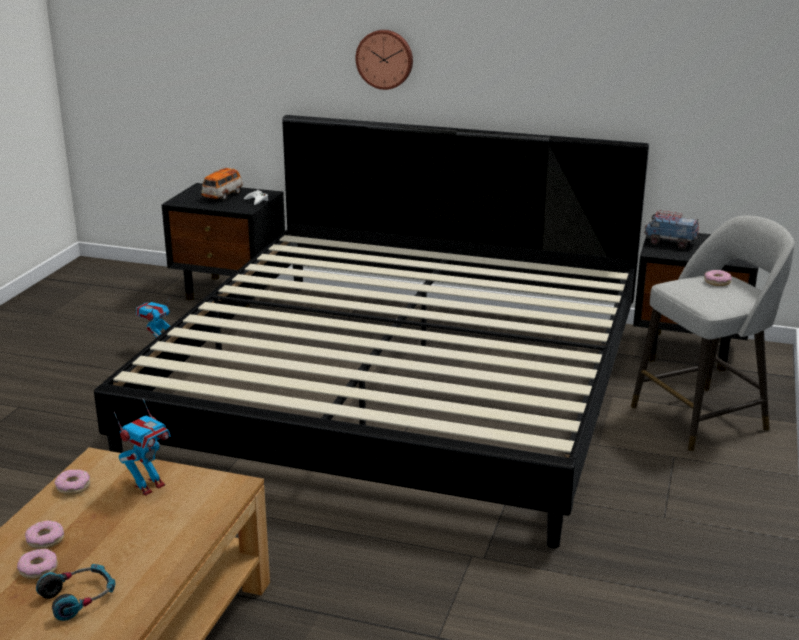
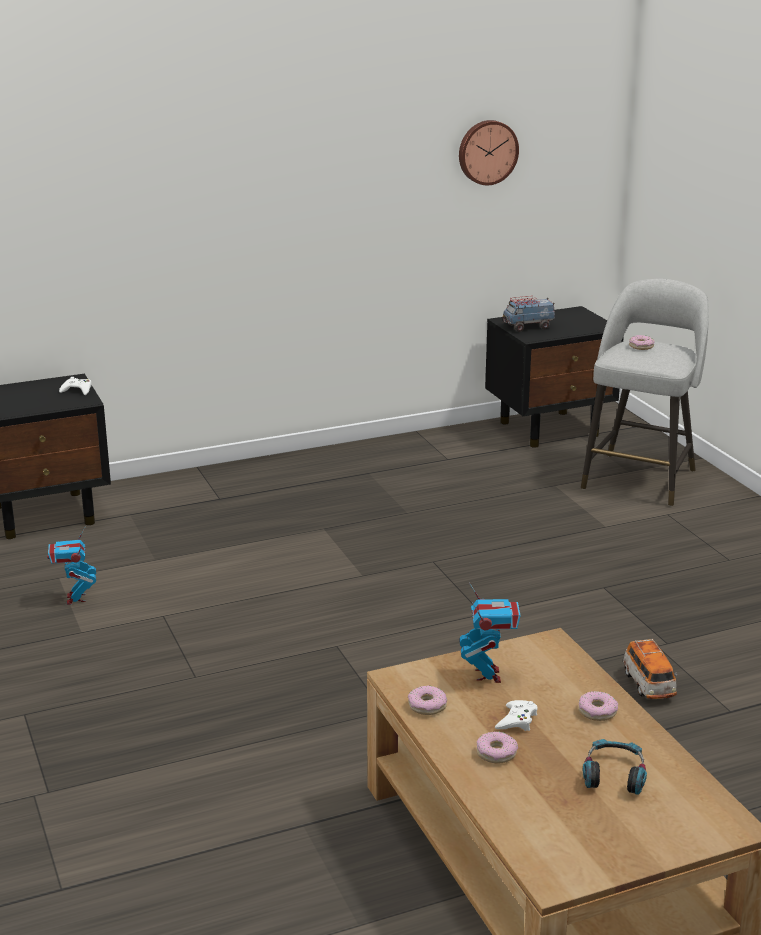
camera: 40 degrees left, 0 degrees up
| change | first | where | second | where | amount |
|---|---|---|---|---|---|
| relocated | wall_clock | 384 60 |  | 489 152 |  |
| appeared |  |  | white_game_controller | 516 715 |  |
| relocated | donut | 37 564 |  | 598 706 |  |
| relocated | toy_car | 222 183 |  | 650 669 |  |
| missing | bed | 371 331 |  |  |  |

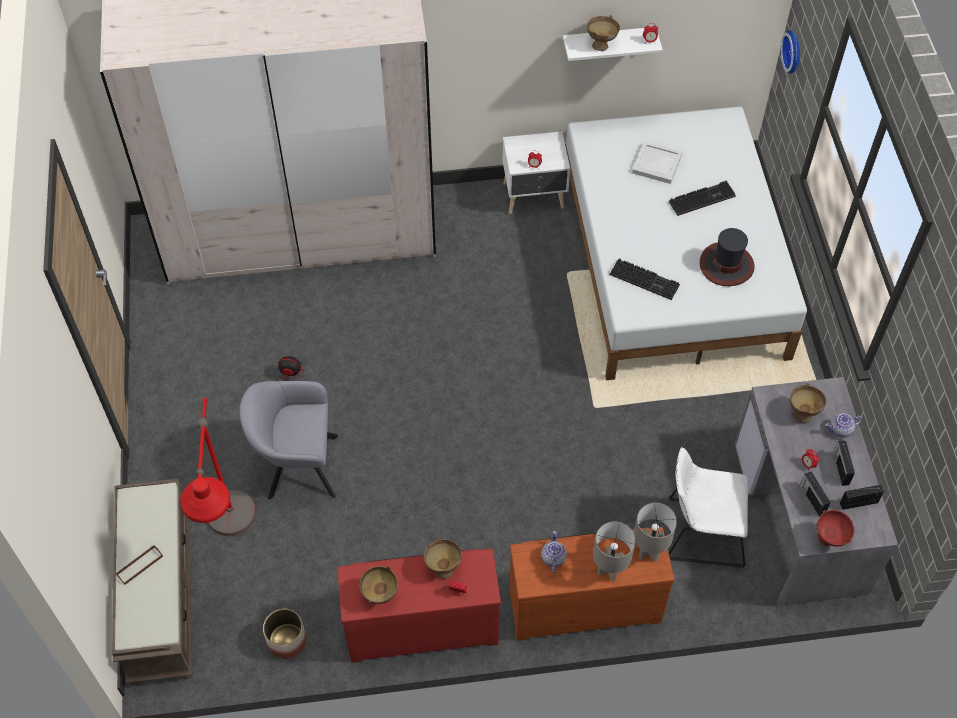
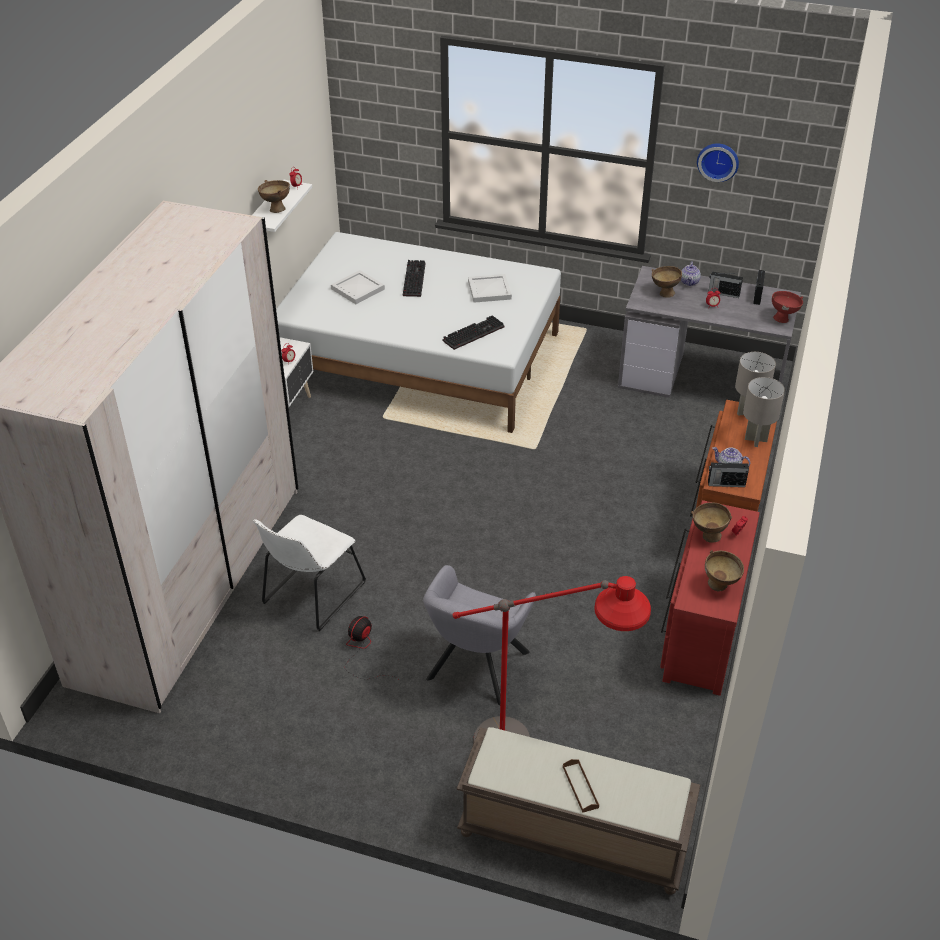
camera: 65 degrees left, 15 degrees down
| change | first | where | second | where | amount |
|---|---|---|---|---|---|
| relocated | white_chair | 708 507 |  | 309 573 |  |
| exchanged | hat | 727 257 | white_tray | 490 288 |  |
| relocated | wall_clock | 790 52 |  | 718 163 |  |
| relocated | radio | 815 494 |  | 728 474 |  |
| missing | planter | 285 634 |  |  |  |

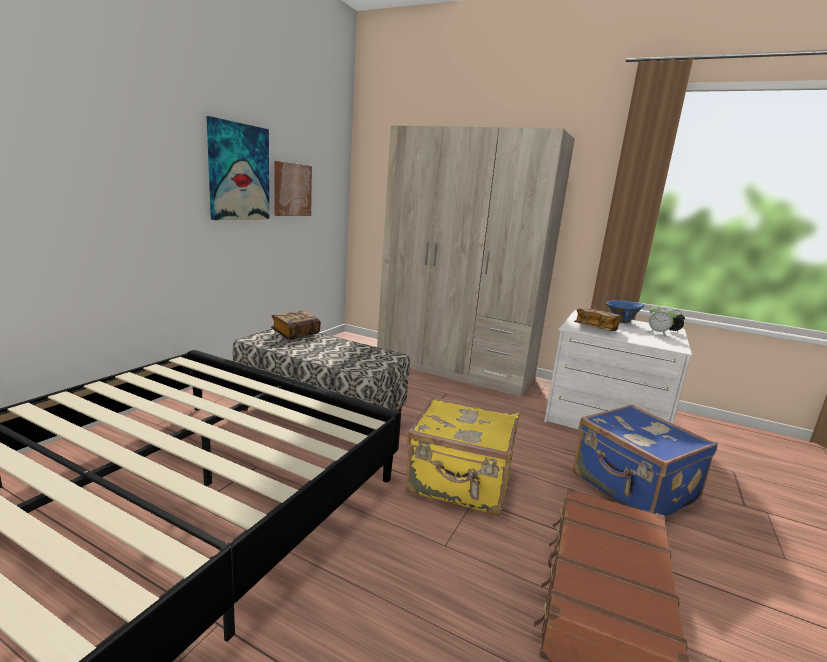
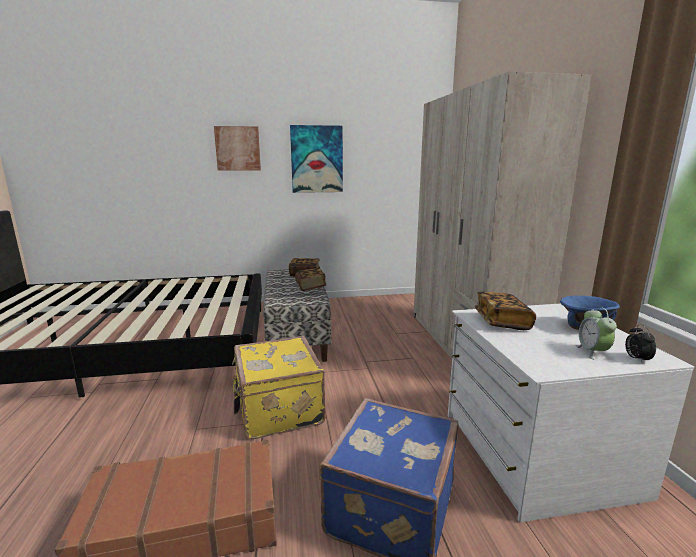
camera: 55 degrees right, 0 degrees up
| change | first | where | second | where | amount |
|---|---|---|---|---|---|
| relocated | picture | 293 188 |  | 237 148 |  |
| appeared |  |  | book | 311 279 |  |

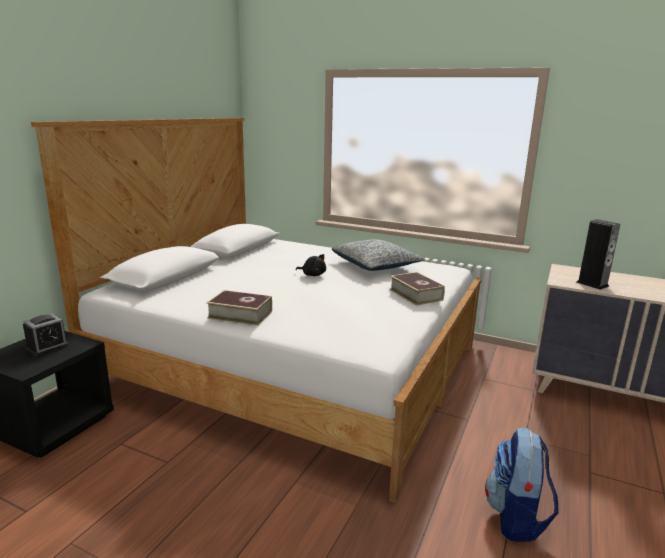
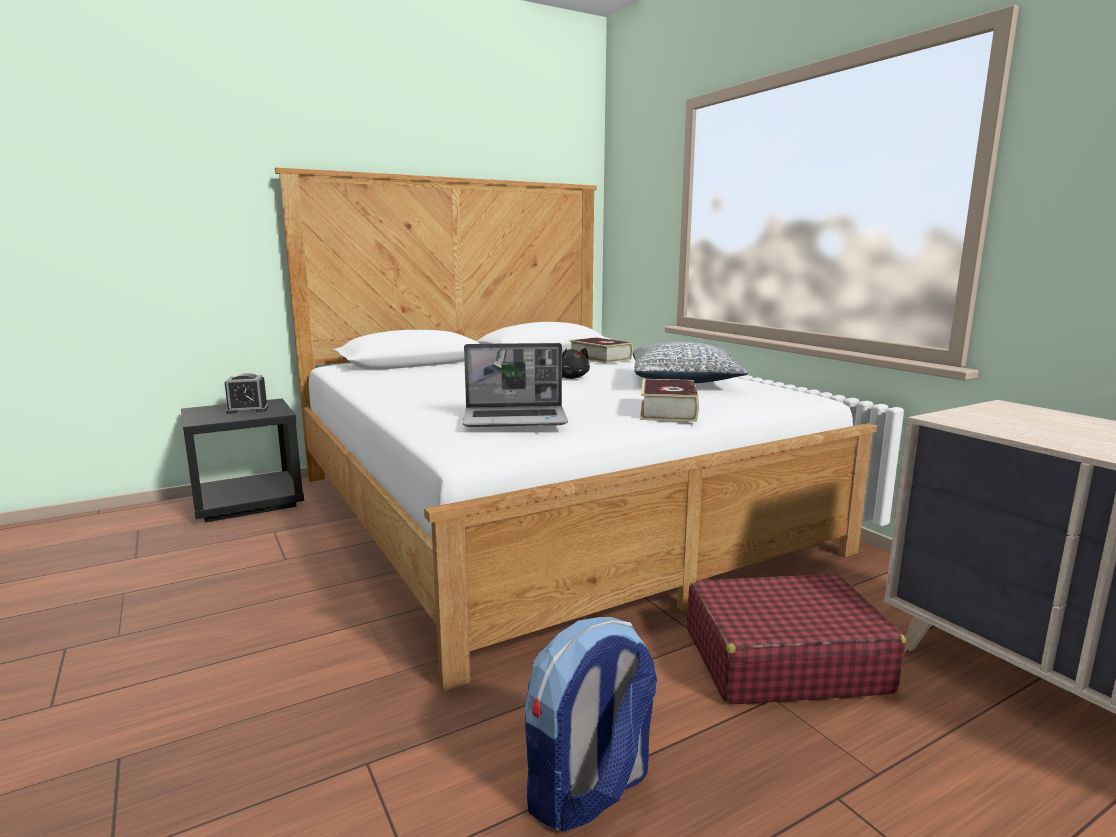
camera: 35 degrees right, 5 degrees down
| change | first | where | second | where | amount |
|---|---|---|---|---|---|
| appeared |  |  | laptop | 515 385 |  |
| relocated | book | 239 308 |  | 601 350 |  |
| appeared |  |  | red_suitcase | 796 638 |  |
| missing | speaker | 598 254 |  |  |  |

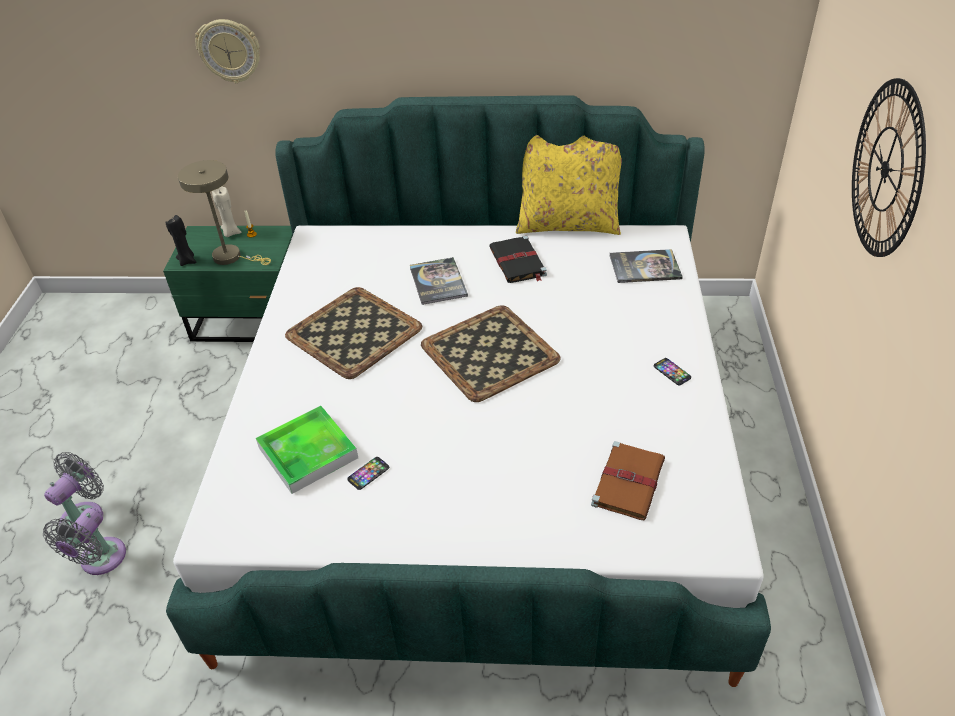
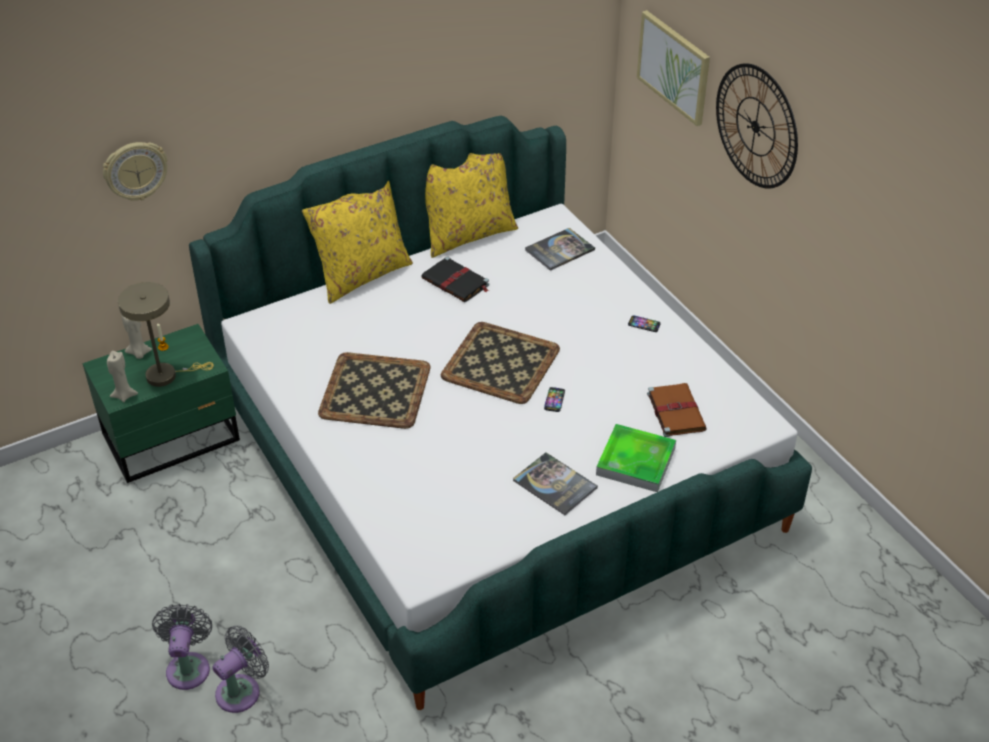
camera: 35 degrees left, 0 degrees up
| change | first | where | second | where | amount |
|---|---|---|---|---|---|
| colour | black_candle | 181 240 | beige_candle | 122 376 |  |
| spun | grey_fan | 84 541 |  | 241 669 | 120 degrees counterclockwise |
| appeared |  |  | yellow_pillow | 357 242 |  |
| relocated | book | 439 281 |  | 555 483 |  |
| relocated | phone | 368 473 |  | 554 399 |  |
| relocated | tray | 307 450 |  | 636 458 |  |
| appeared |  |  | picture | 673 68 |  |

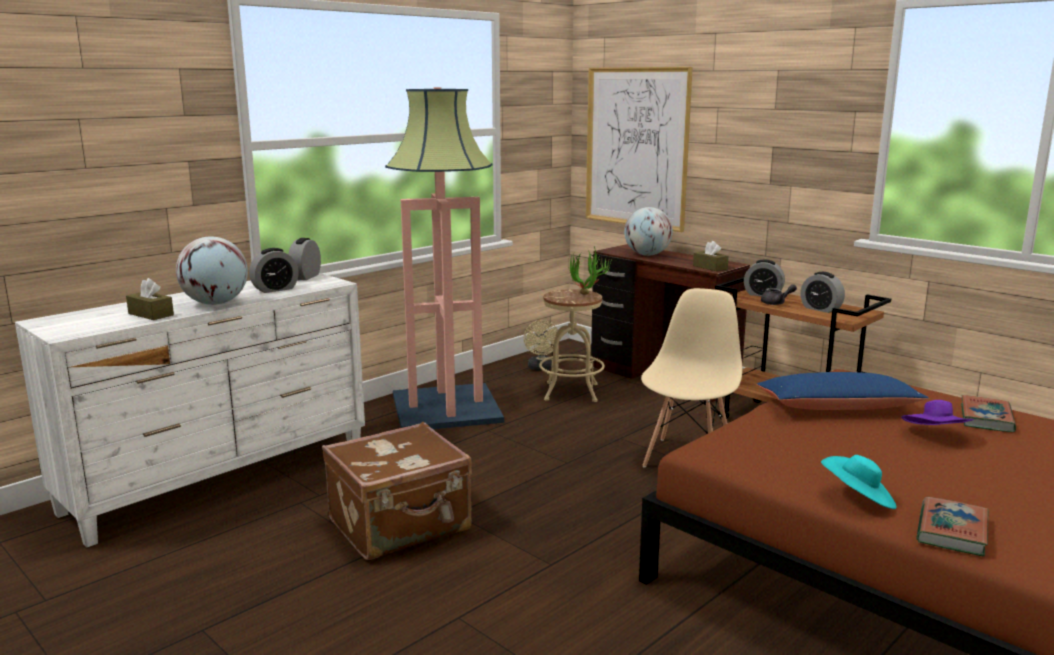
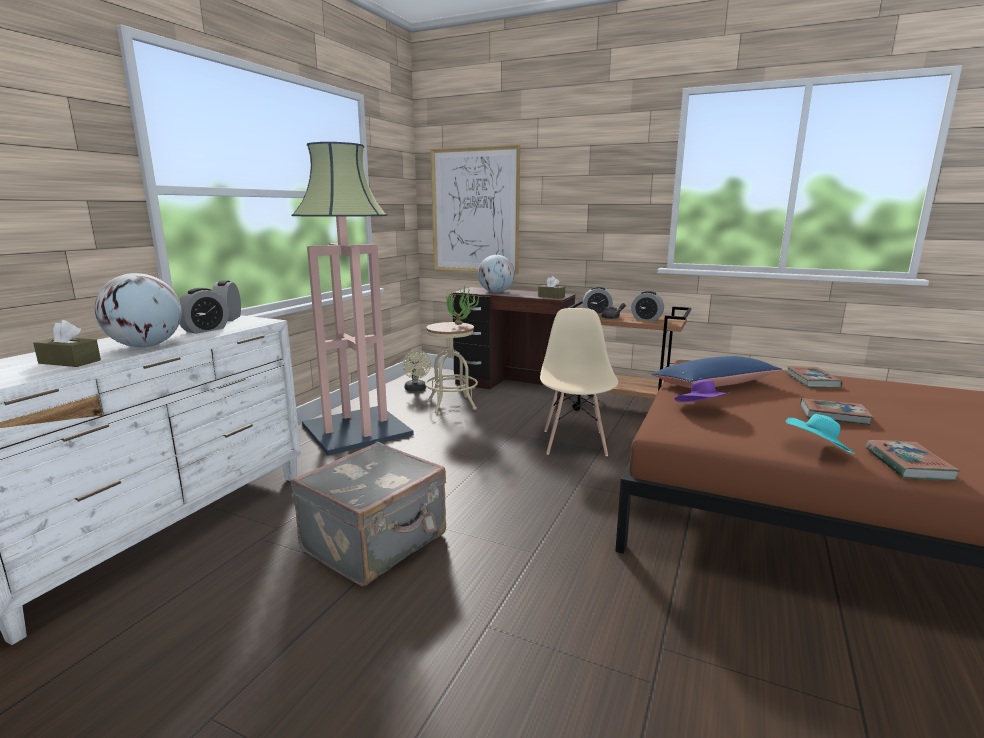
camera: 20 degrees left, 0 degrees up
| change | first | where | second | where | amount |
|---|---|---|---|---|---|
| colour | brown_suitcase | 397 491 | grey_suitcase | 368 514 |  |
| relocated | purple_hat | 937 412 |  | 702 391 |  |
| appeared |  |  | book | 836 411 |  |

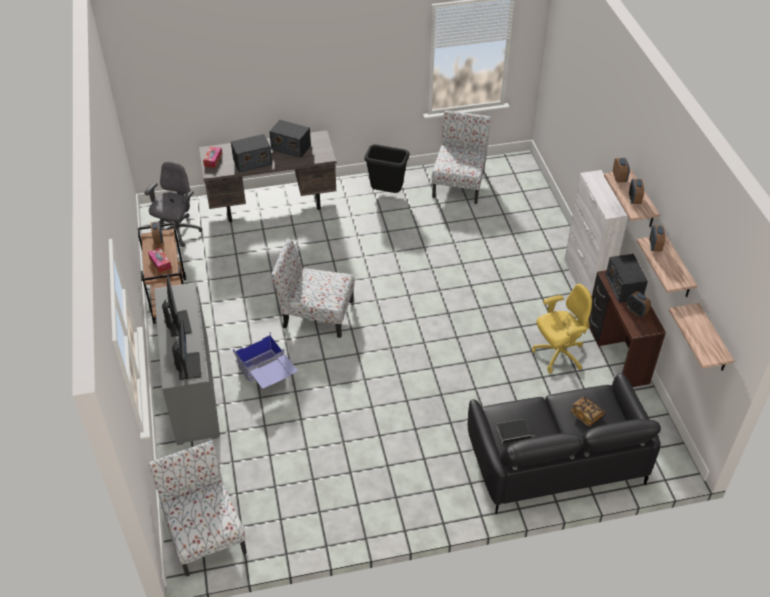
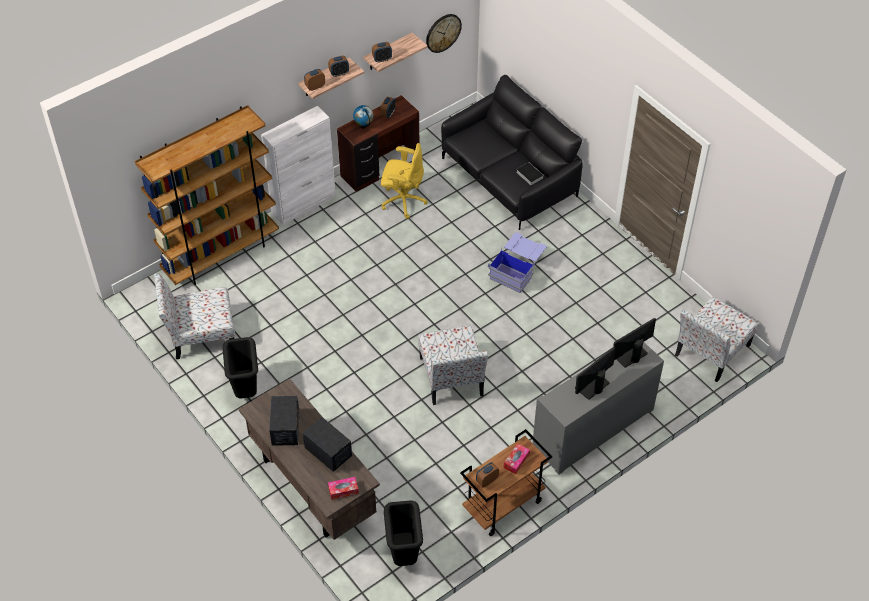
camera: 115 degrees left, 5 degrees up
| change | first | where | second | where | amount |
|---|---|---|---|---|---|
| appeared |  |  | brown_bookcase | 207 195 |  |
| exchanged | radio | 627 278 | globe | 363 117 |  |
| spun | yellow_office_chair | 562 328 |  | 404 181 | 150 degrees clockwise |
| exchanged | grey_office_chair | 173 204 | black_trash_can | 403 533 |  |
| exchanged | shelf | 701 337 | wall_clock | 444 33 |  |
| relocated | blue_storage_box | 265 360 |  | 517 262 |  |
| missing | book | 587 411 |  |  |  |

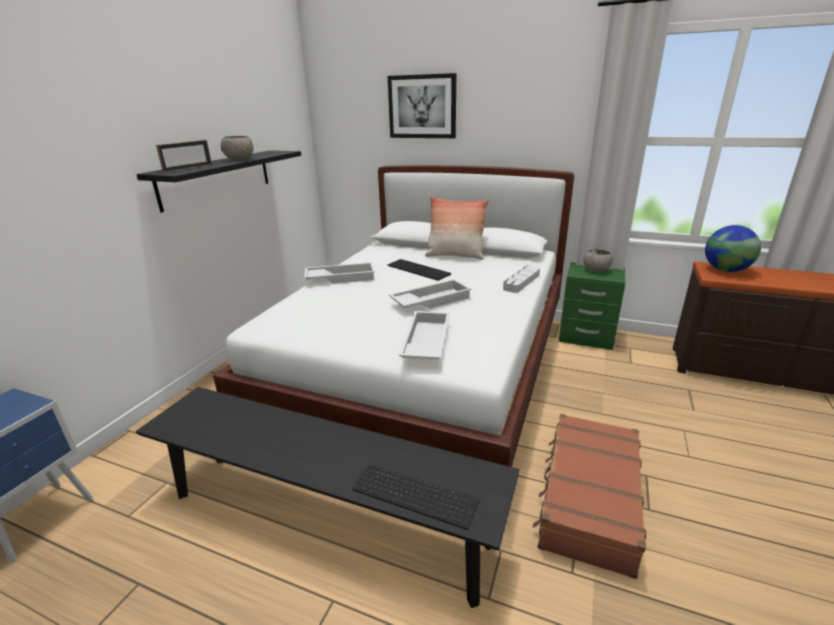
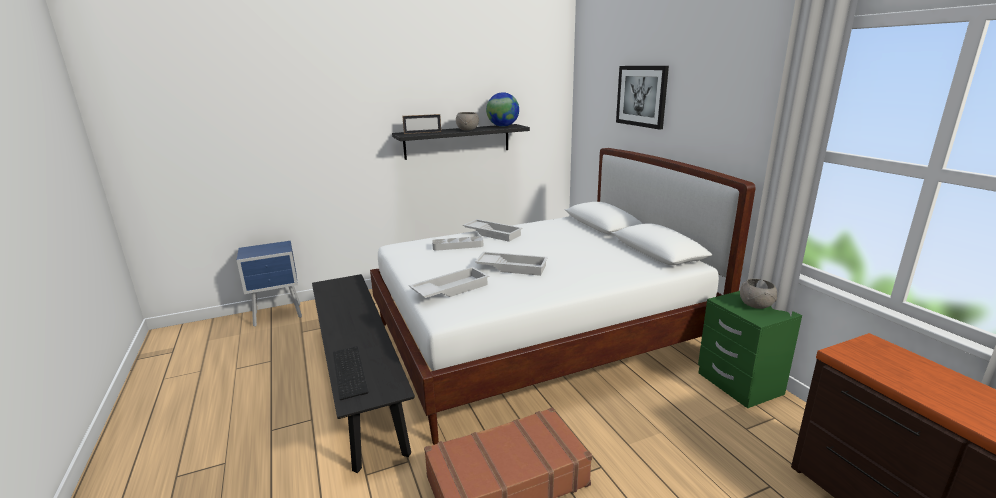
camera: 45 degrees right, 5 degrees down
| change | first | where | second | where | amount |
|---|---|---|---|---|---|
| relocated | grey_tray | 521 279 |  | 457 243 |  |
| relocated | globe | 733 248 |  | 502 109 |  |
| missing | keyboard | 419 270 |  |  |  |
| missing | pillow | 457 228 |  |  |  |

